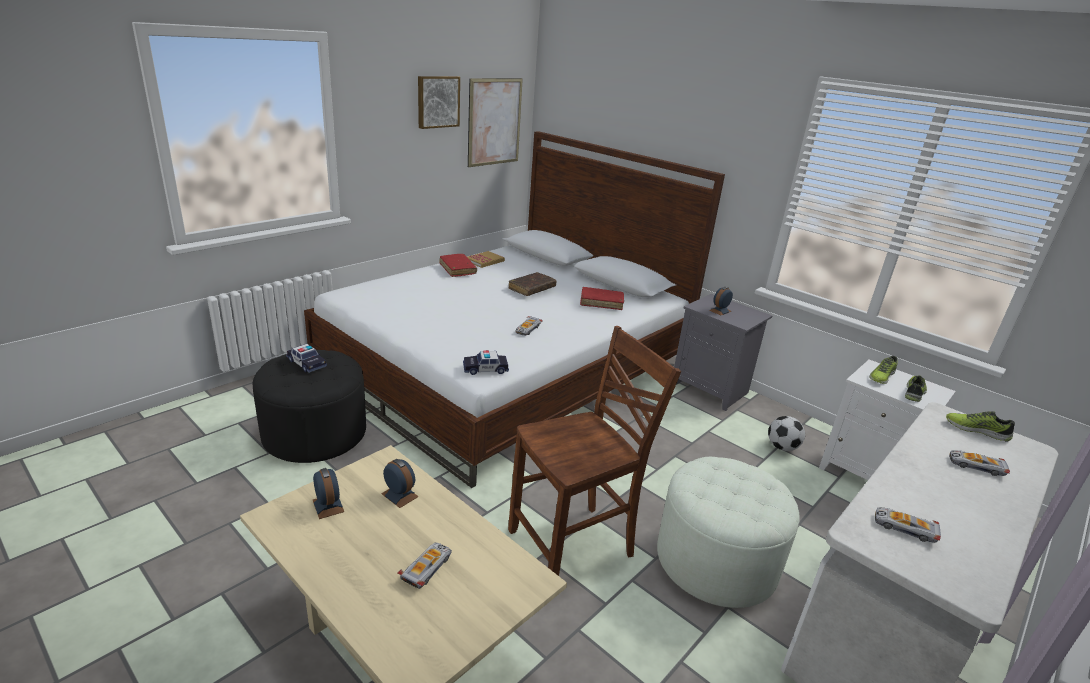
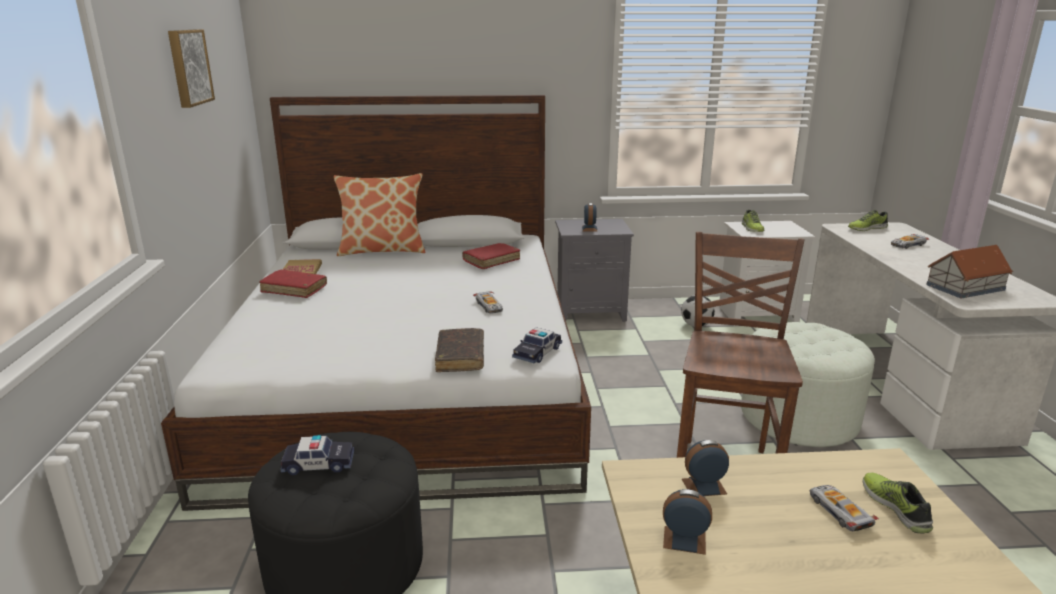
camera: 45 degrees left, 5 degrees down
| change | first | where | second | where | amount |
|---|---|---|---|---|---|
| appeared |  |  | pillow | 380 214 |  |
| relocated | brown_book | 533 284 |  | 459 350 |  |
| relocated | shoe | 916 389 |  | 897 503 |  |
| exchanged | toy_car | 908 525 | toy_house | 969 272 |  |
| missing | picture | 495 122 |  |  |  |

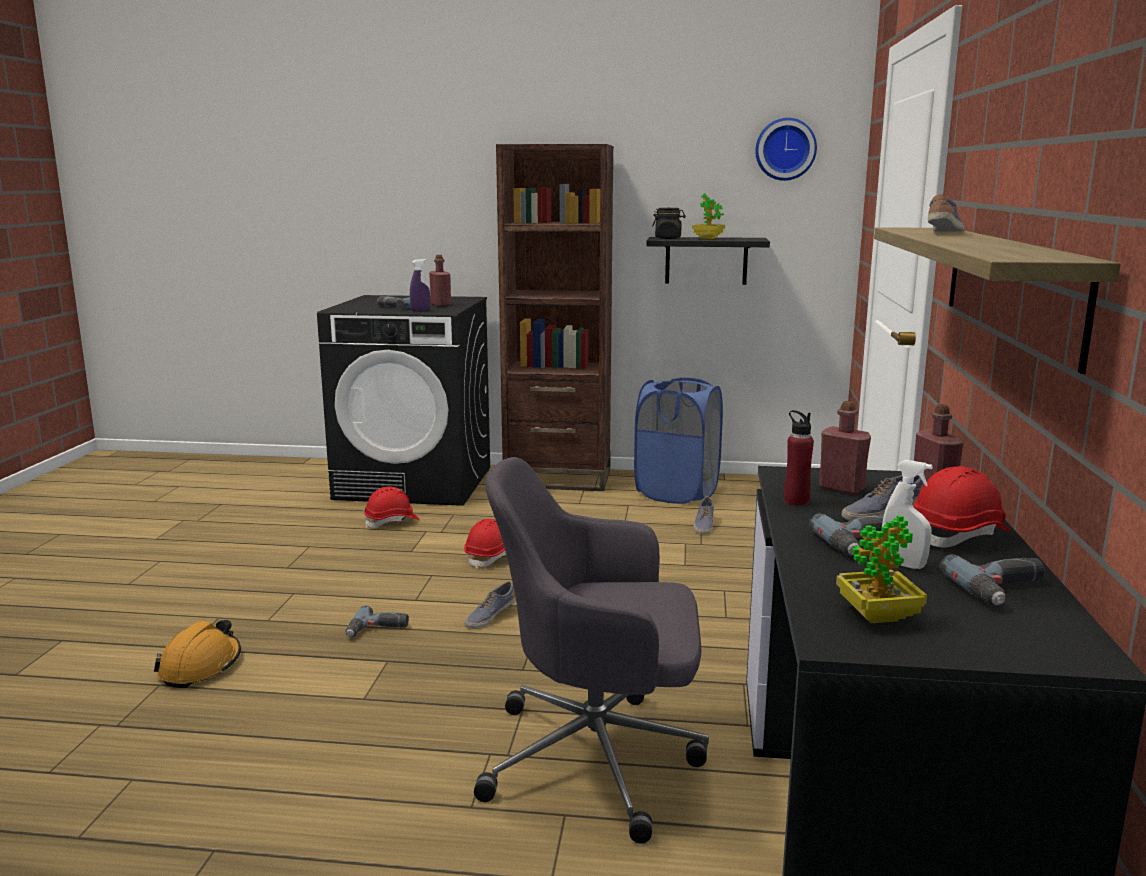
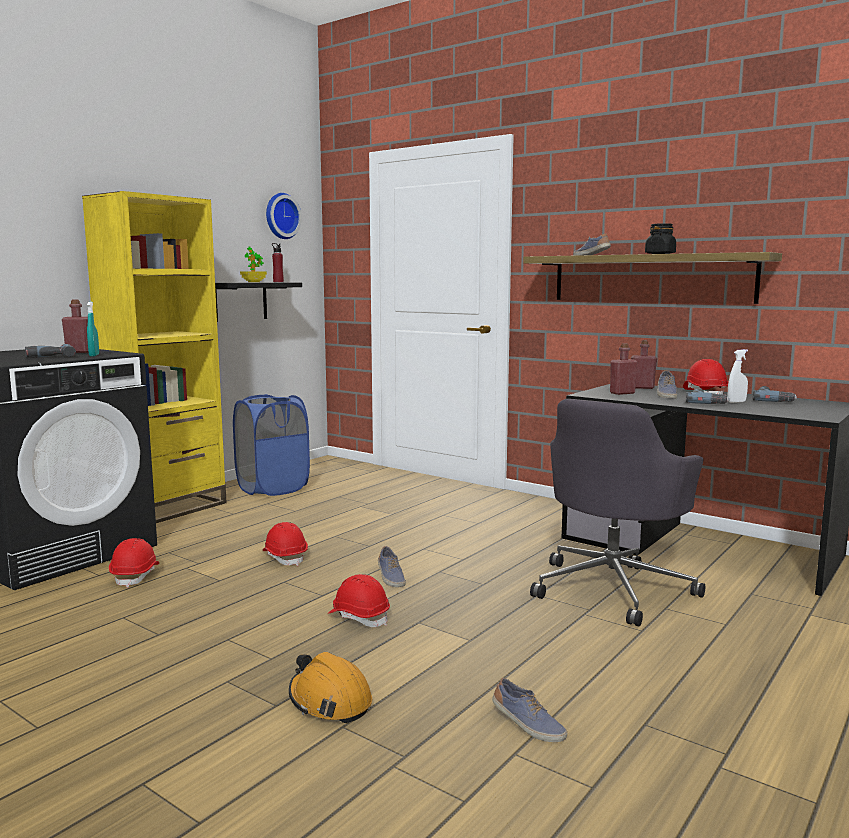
camera: 60 degrees left, 5 degrees down
| change | first | where | second | where | amount |
|---|---|---|---|---|---|
| colour | brown_bookcase | 555 317 | yellow_bookcase | 154 357 |  |
| colour | purple_spray_bottle | 420 285 | turquoise_spray_bottle | 93 328 |  |
| relocated | red_bottle | 799 458 |  | 278 262 |  |
| exchanged | power_drill | 377 621 | red_hard_hat | 358 600 |  |
| relocated | shoe | 703 515 |  | 530 710 |  |
| relocated | black_jar | 669 223 |  | 660 238 |  |
| missing | potted_plant | 881 569 |  |  |  |

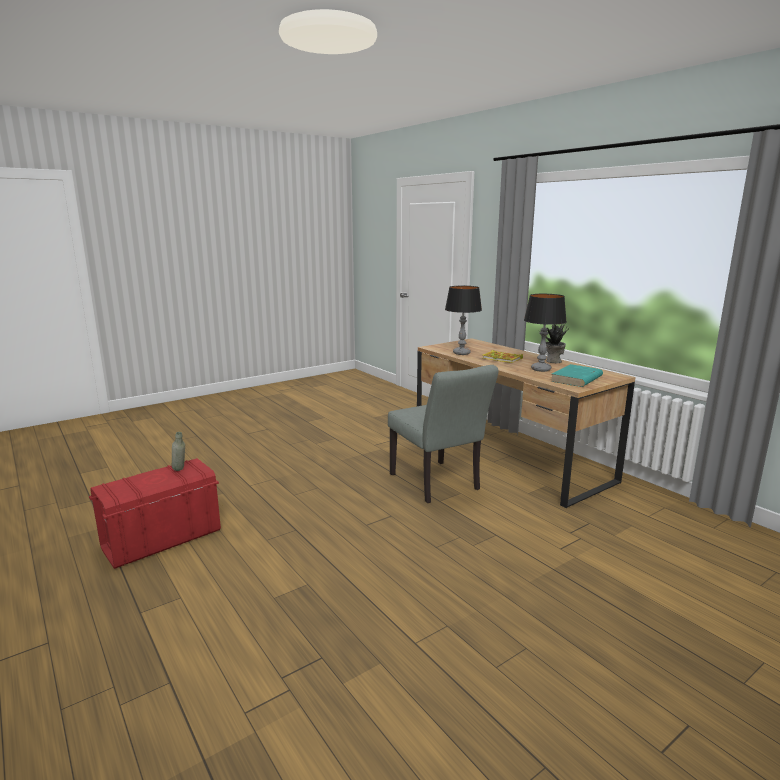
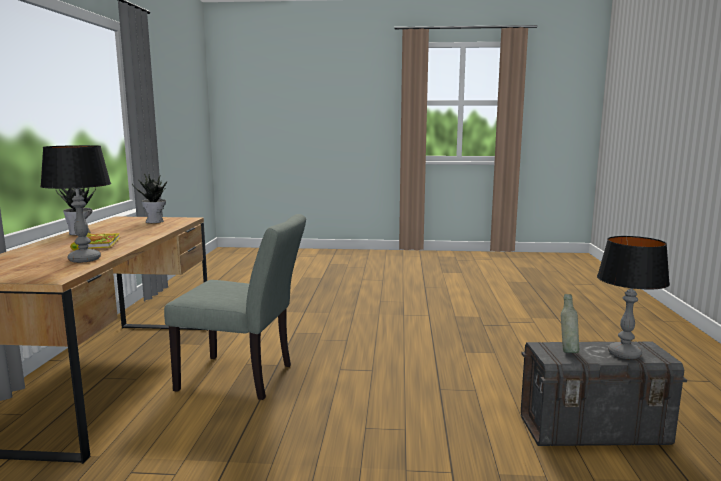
camera: 140 degrees left, 5 degrees down
| change | first | where | second | where | amount |
|---|---|---|---|---|---|
| exchanged | turquoise_book | 577 375 | potted_plant | 149 198 |  |
| spun | grey_chair | 443 434 |  | 235 307 | 90 degrees clockwise |
| colour | red_storage_box | 155 513 | grey_storage_box | 604 394 |  |
| relocated | table_lamp | 545 333 |  | 633 297 |  |

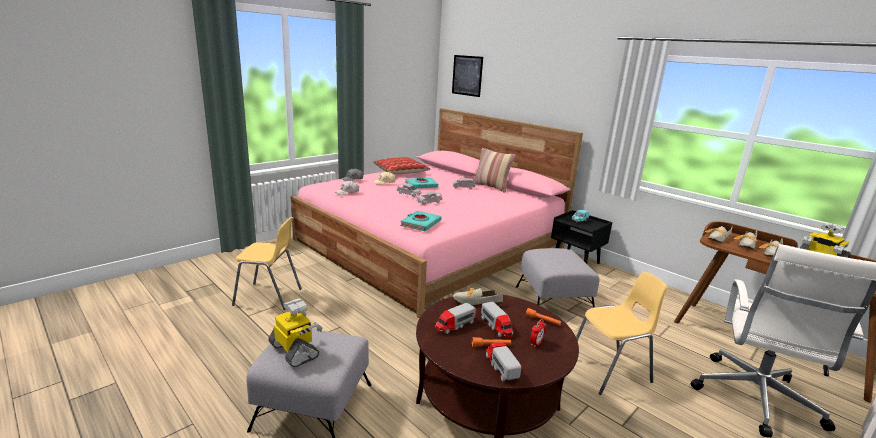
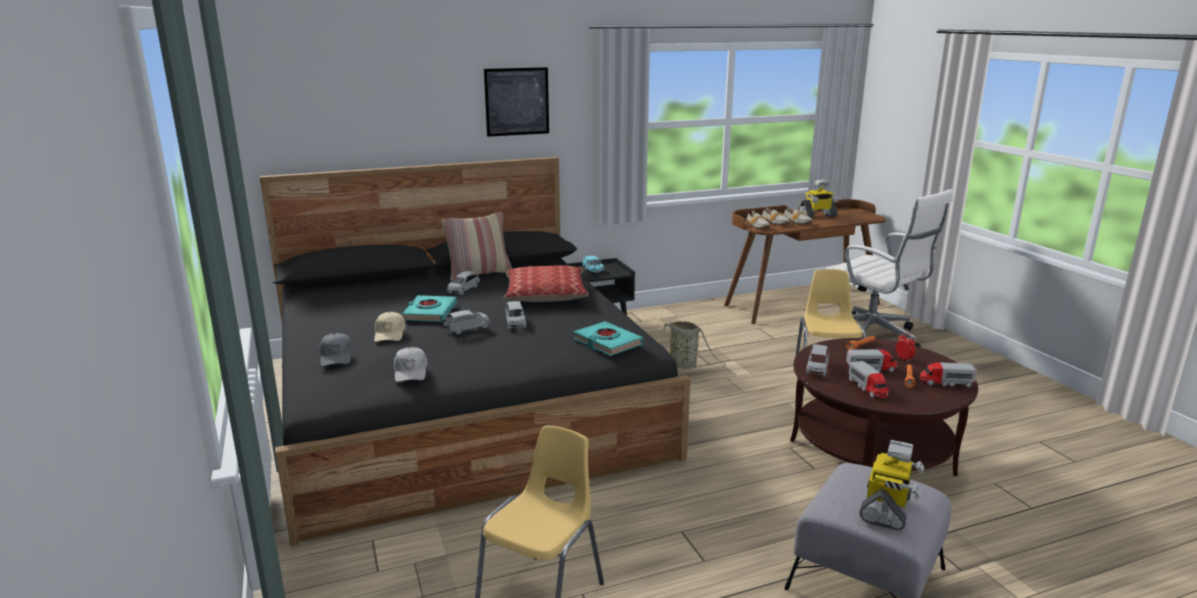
camera: 65 degrees left, 0 degrees up
| change | first | where | second | where | amount |
|---|---|---|---|---|---|
| colour | pink_bed | 437 213 | black_bed | 475 351 |  |
| relocated | picture | 467 76 |  | 516 102 |  |
| relocated | pillow | 401 165 |  | 546 284 |  |
| exchanged | grey_ottoman | 558 277 | basket | 692 344 |  |
| exchanged | shoe | 477 297 | grey_toy_car | 817 360 |  |
| spun | toy_robot | 295 332 |  | 891 485 | 135 degrees clockwise |

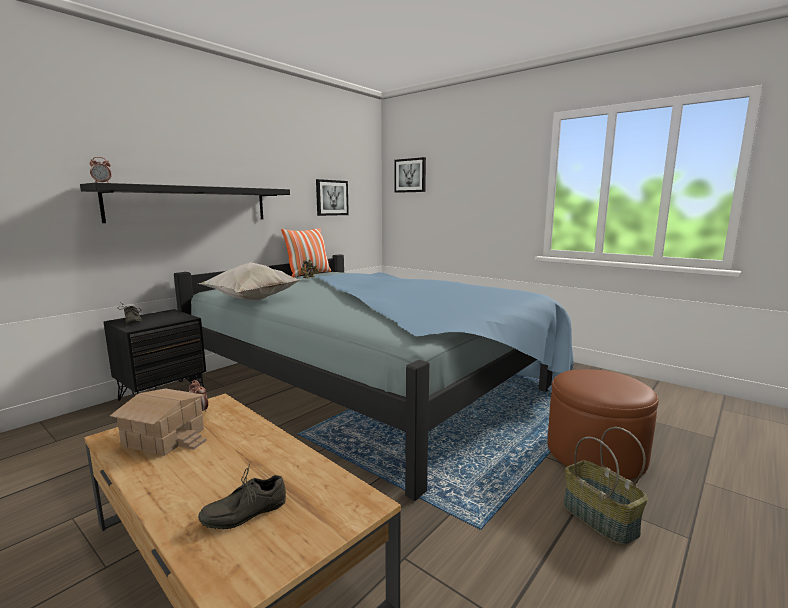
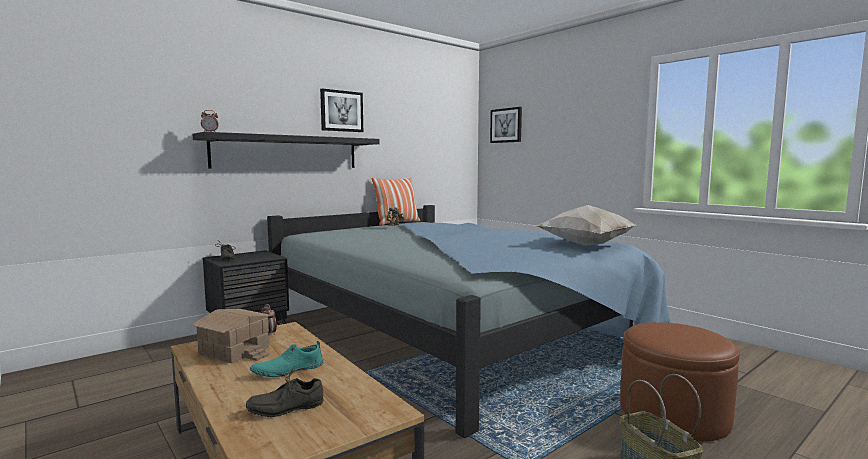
camera: 10 degrees right, 5 degrees down
| change | first | where | second | where | amount |
|---|---|---|---|---|---|
| appeared |  |  | turquoise_shoe | 286 359 |  |
| relocated | picture | 332 197 |  | 341 110 |  |
| relocated | white_pillow | 249 281 |  | 585 225 |  |

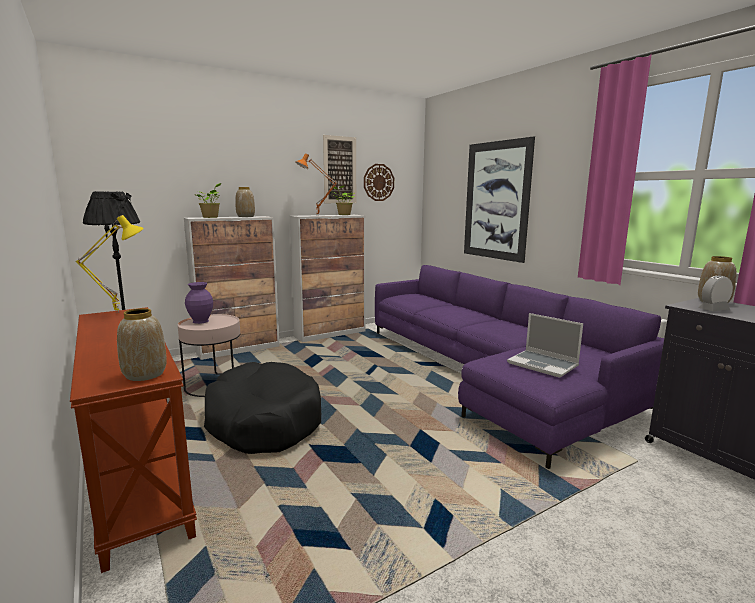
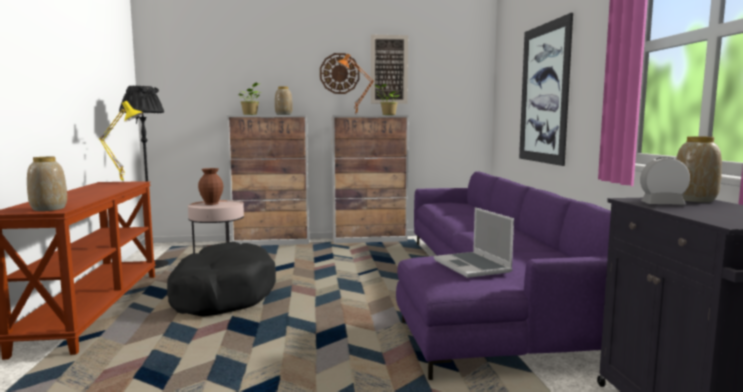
camera: 25 degrees right, 5 degrees down
| change | first | where | second | where | amount |
|---|---|---|---|---|---|
| colour | purple_vase | 199 303 | brown_vase | 210 186 |  |
| relocated | wall_clock | 379 182 |  | 340 73 |  |

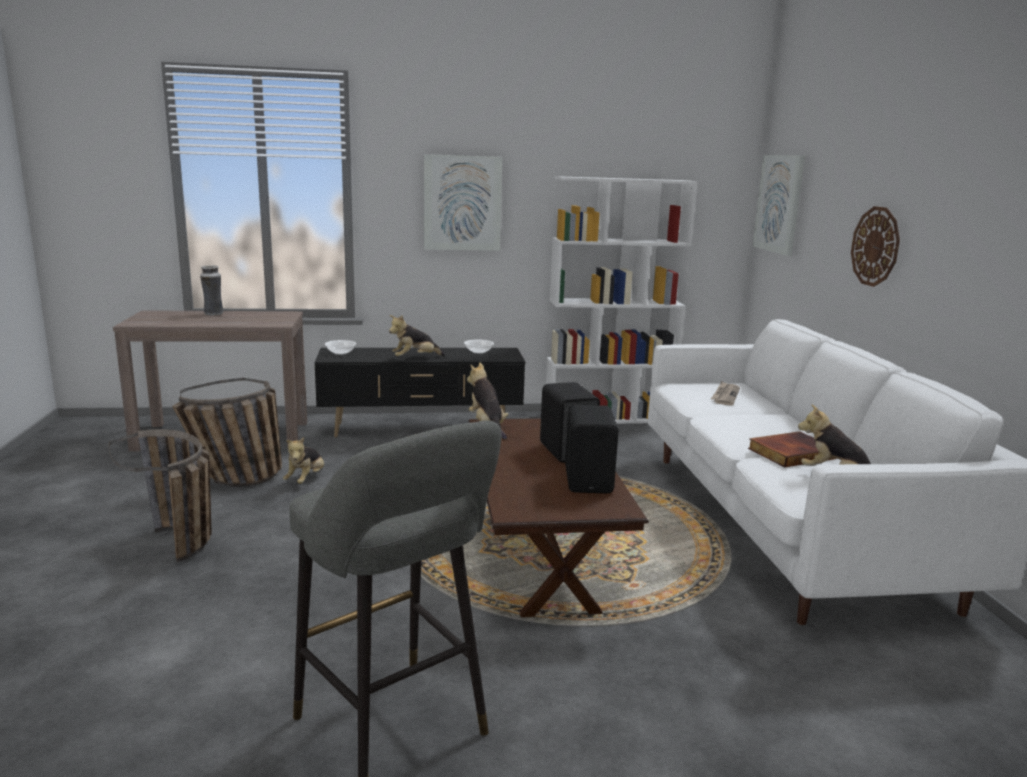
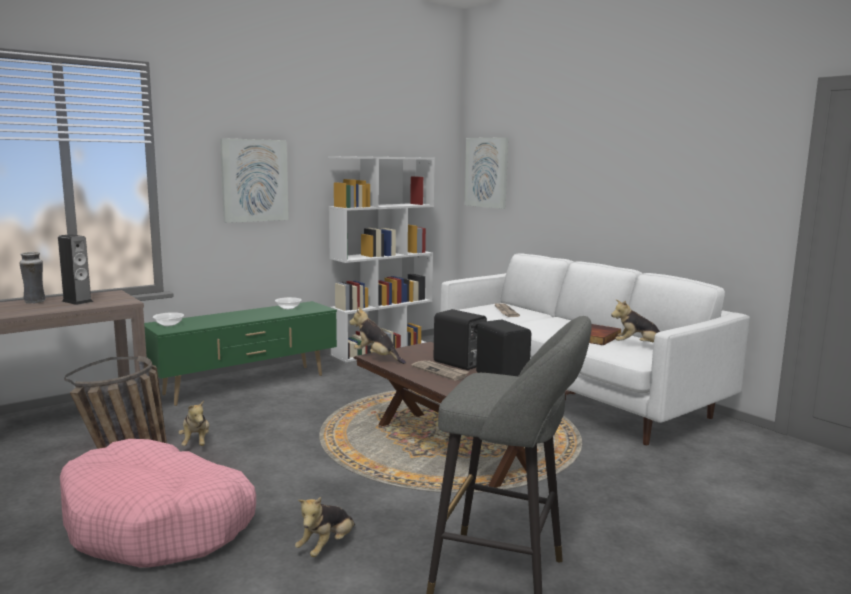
camera: 30 degrees left, 5 degrees down
| change | first | where | second | where | amount |
|---|---|---|---|---|---|
| appeared |  |  | speaker | 75 269 |  |
| exchanged | basket | 160 495 | pink_dog_bed | 158 503 |  |
| colour | black_tv_stand | 420 392 | green_tv_stand | 240 353 |  |
| relocated | plush_toy | 417 335 |  | 325 527 |  |
| appeared |  |  | newspaper | 440 370 |  |
| missing | wall_clock | 875 246 |  |  |  |

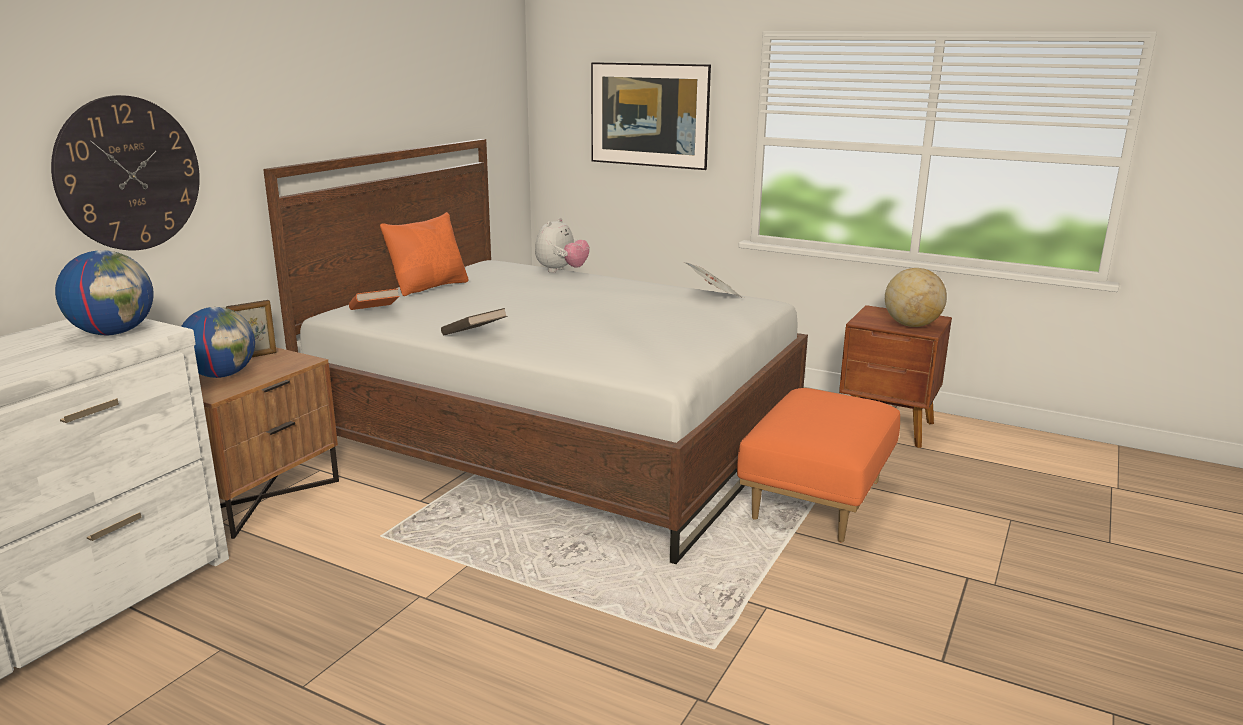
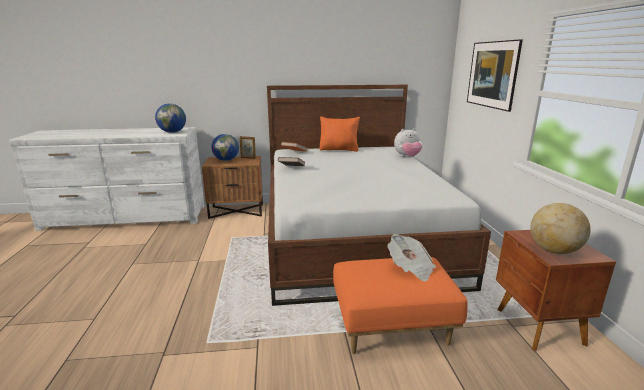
camera: 55 degrees right, 0 degrees up
| change | first | where | second | where | amount |
|---|---|---|---|---|---|
| relocated | newspaper | 714 280 |  | 411 257 |  |
| missing | wall_clock | 125 172 |  |  |  |

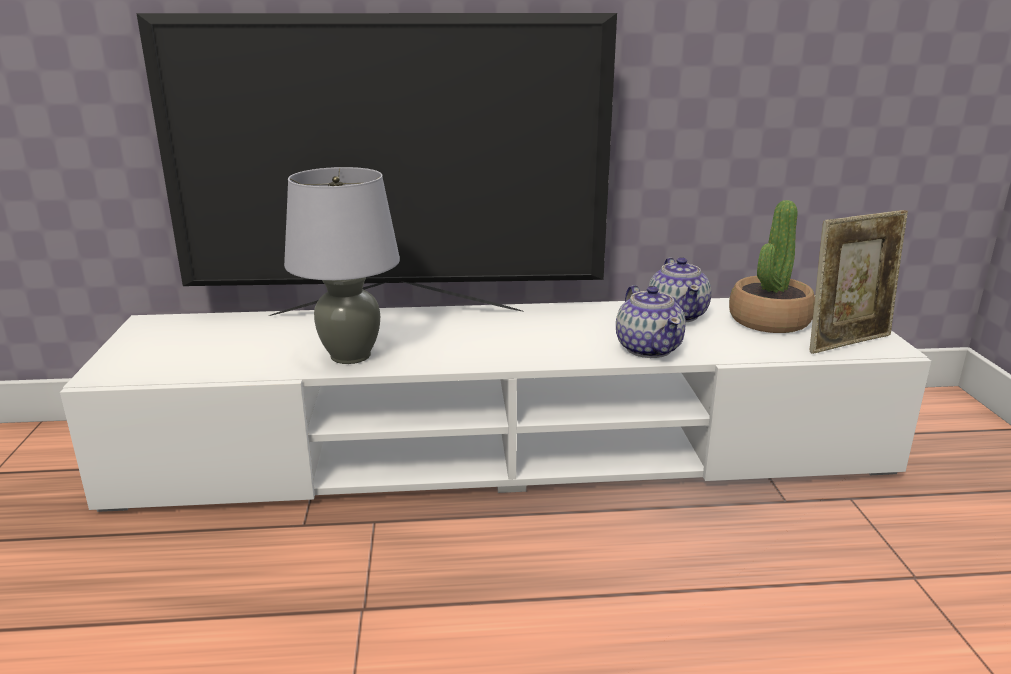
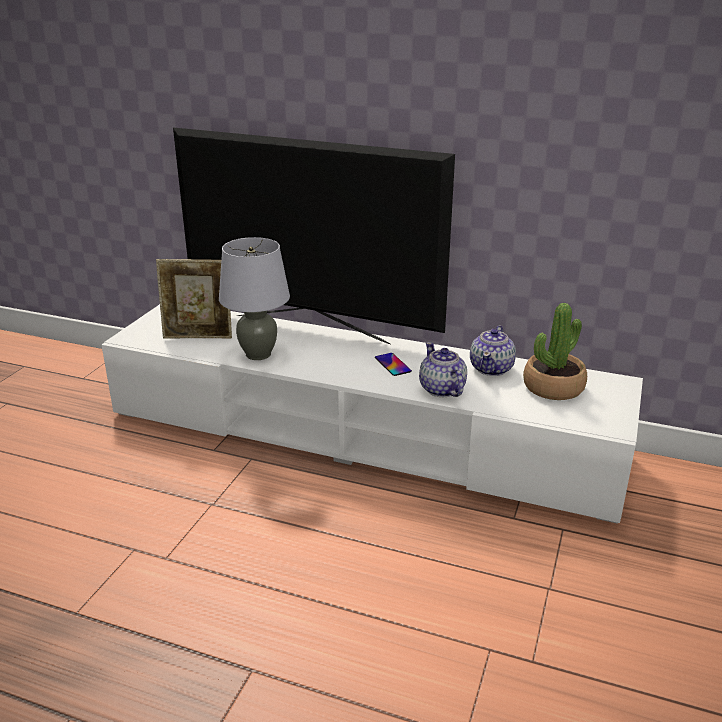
camera: 25 degrees right, 5 degrees up
| change | first | where | second | where | amount |
|---|---|---|---|---|---|
| relocated | picture_frame | 859 282 |  | 194 299 |  |
| appeared |  |  | phone | 393 364 |  |
| spun | teapot | 651 321 |  | 443 369 | 150 degrees clockwise |

